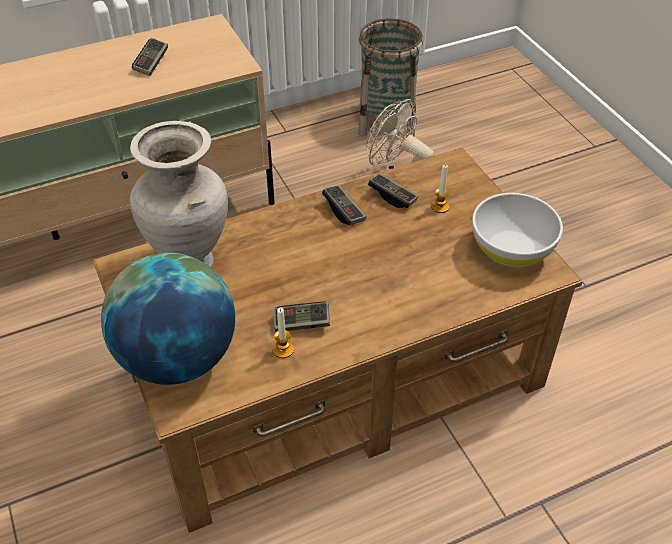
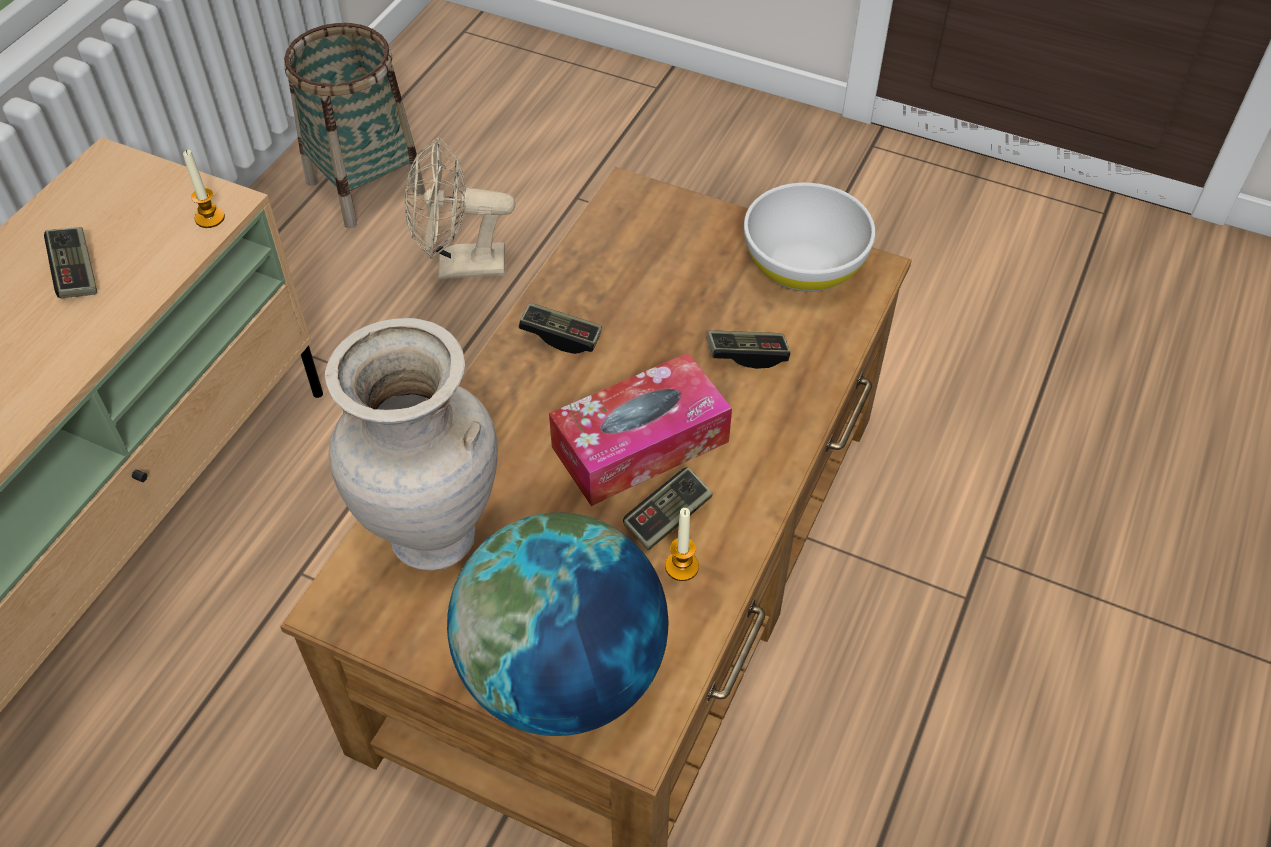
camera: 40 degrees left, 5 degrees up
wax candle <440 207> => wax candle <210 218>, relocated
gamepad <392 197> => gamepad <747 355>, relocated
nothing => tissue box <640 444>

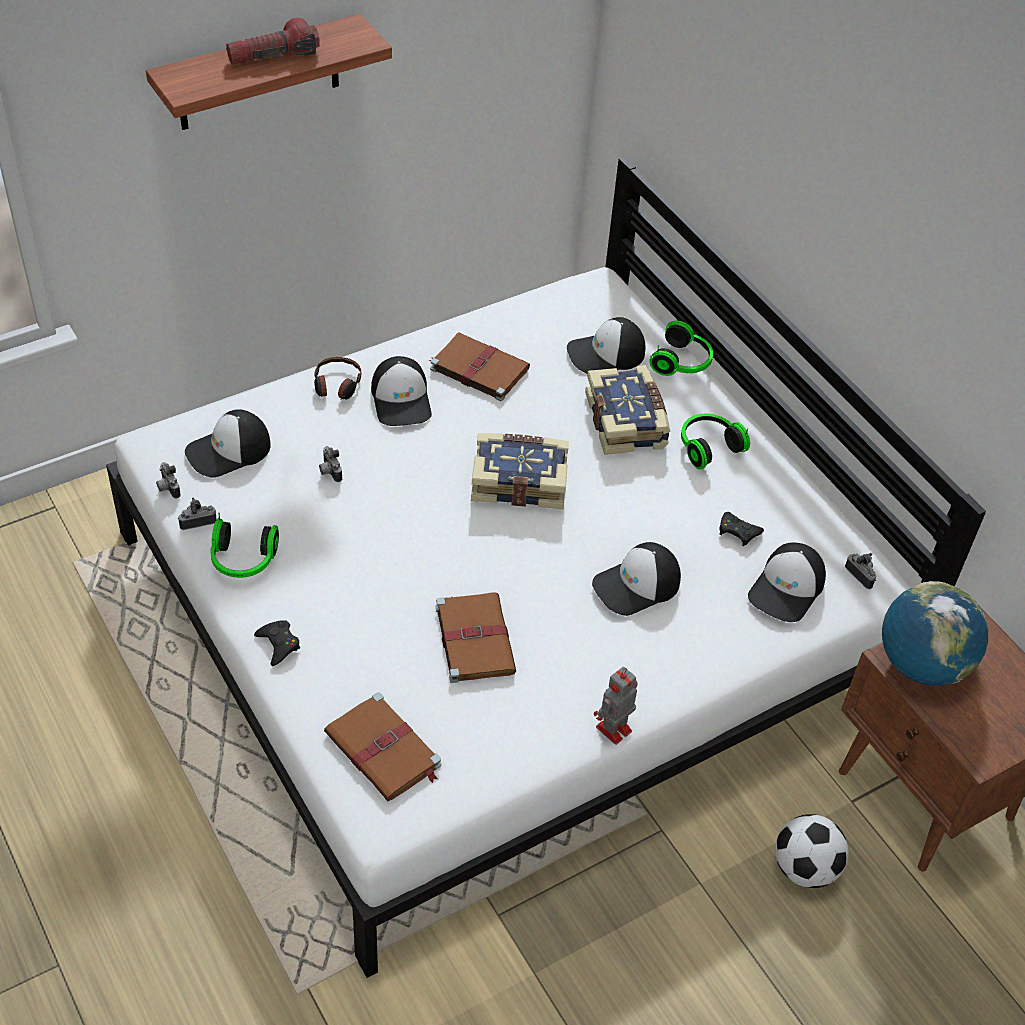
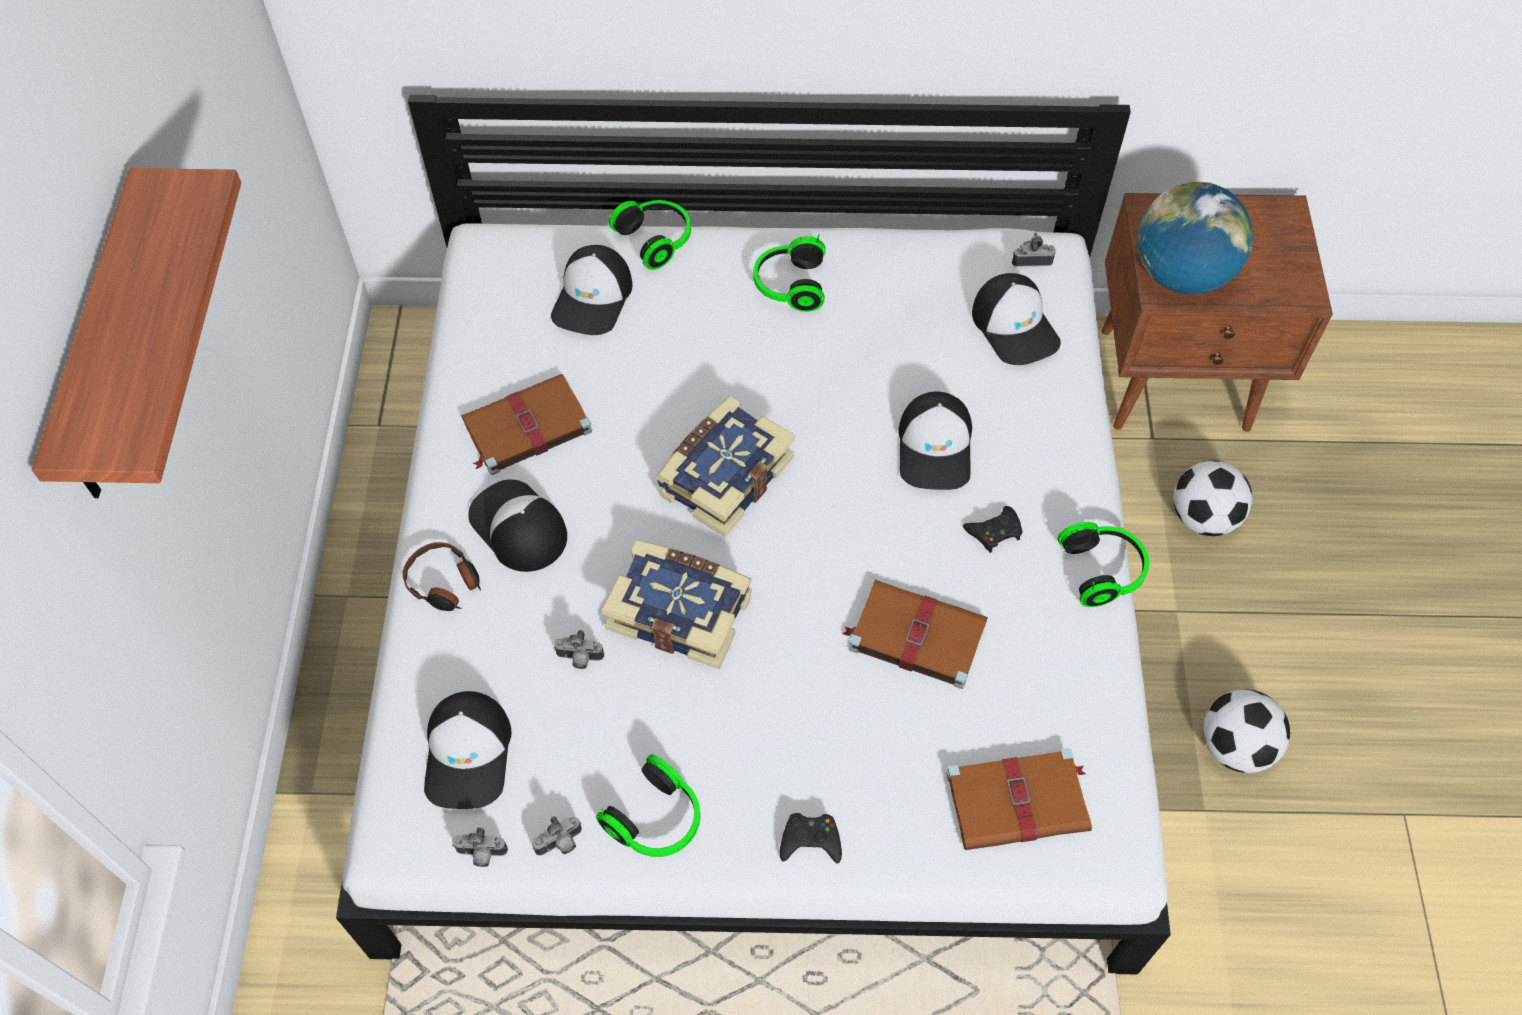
camera: 55 degrees left, 10 degrees up
torch <273 56> => nothing
baseball cap <402 399> => baseball cap <518 527>, 150 degrees counterclockwise
bound book <627 421> => bound book <680 611>, relocated
photo camera <197 521> => photo camera <561 844>, 135 degrees counterclockwise
black gamepad <738 531> => black gamepad <994 532>, relocated
toy robot <612 730> => headphones <1103 571>
nothing => football ball <1235 746>

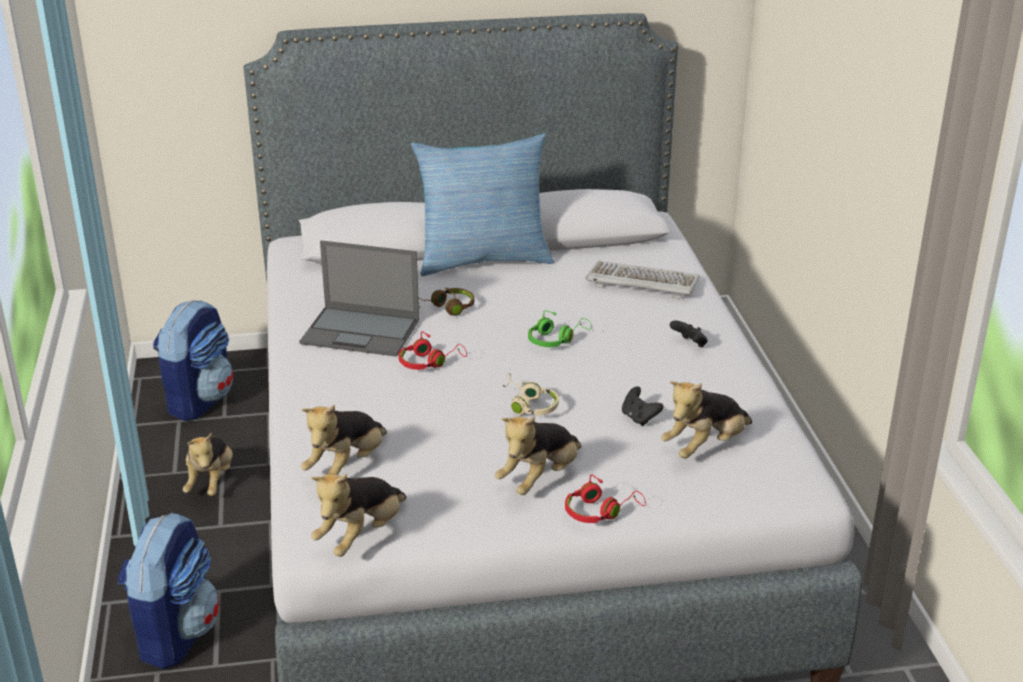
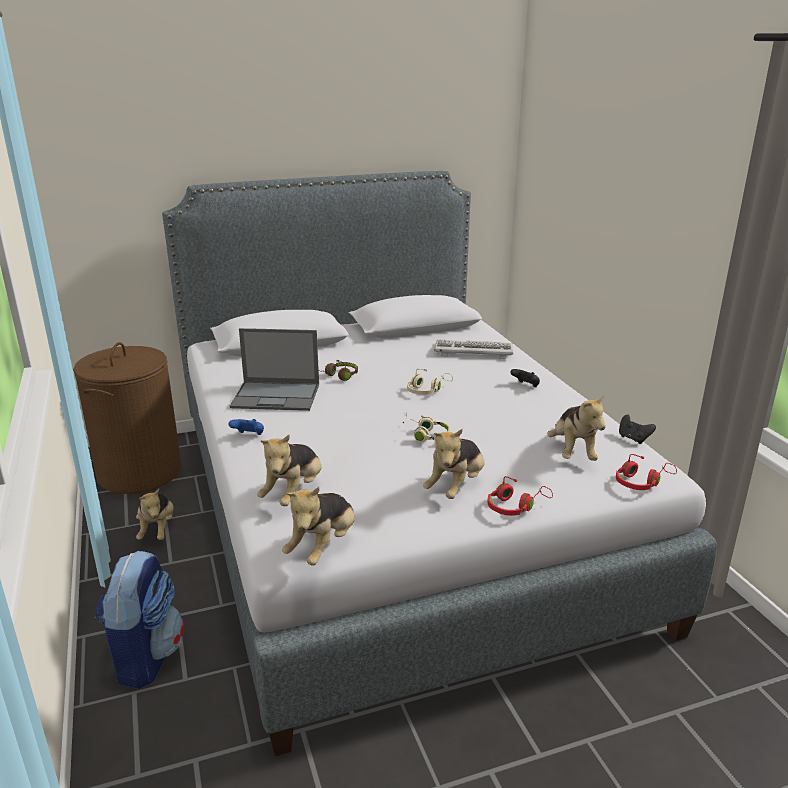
camera: 10 degrees left, 5 degrees down
pillow <483 259> => nothing
rucksack <199 400> => brownish washing basket <139 472>
green headphones <556 339> => beige headphones <427 390>
red-coloured headphones <429 362> => red-coloured headphones <641 482>, relocated
plush toy <705 446> => plush toy <572 451>, 45 degrees counterclockwise
black gamepad <639 418> => black gamepad <633 438>, relocated
nothing => blue-coloured gamepad <249 436>

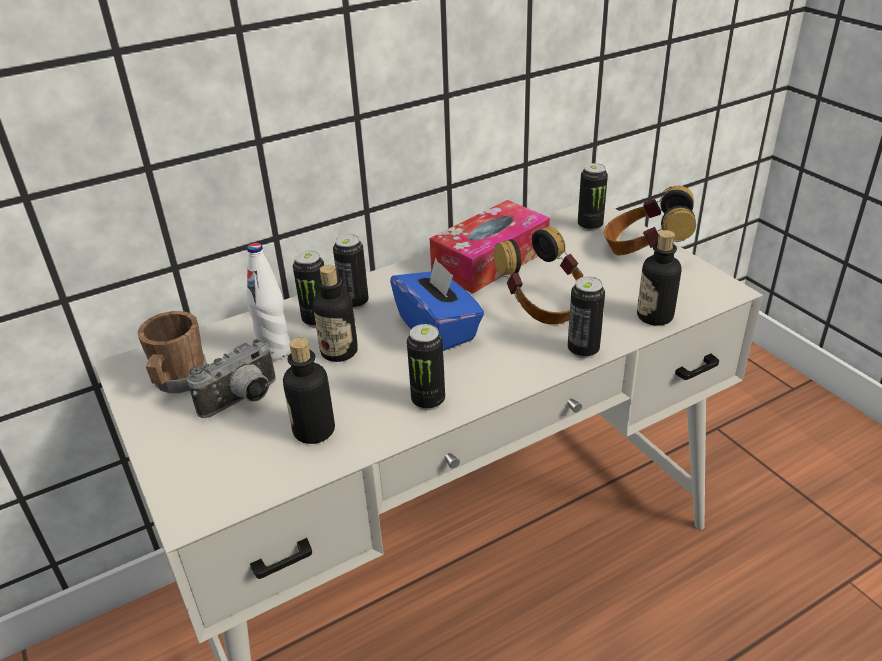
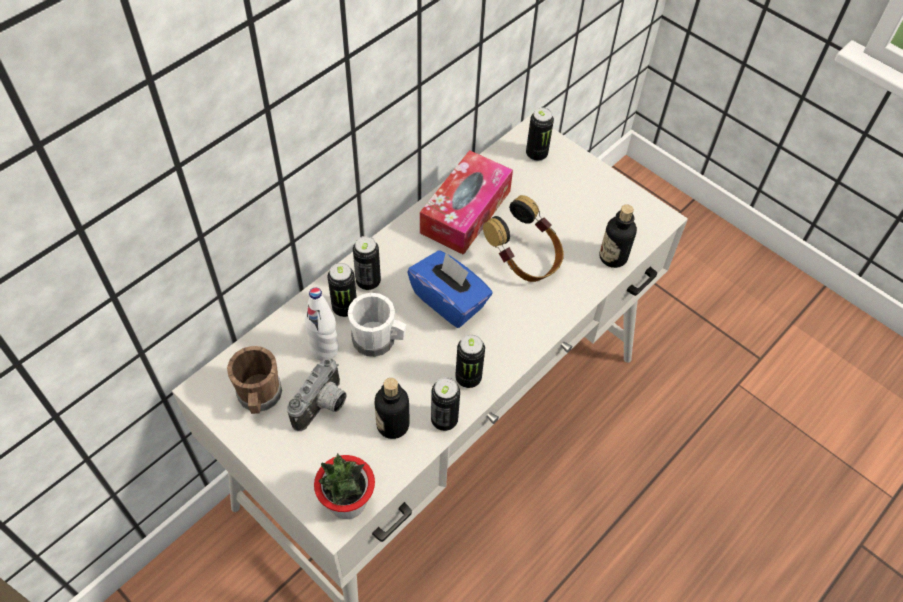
camera: 20 degrees left, 20 degrees up
headphones <644 251> => nothing
bottle <339 351> => whitish mug <378 340>
sealed can <583 350> => sealed can <444 420>, relocated
nothing => houseplant <347 502>

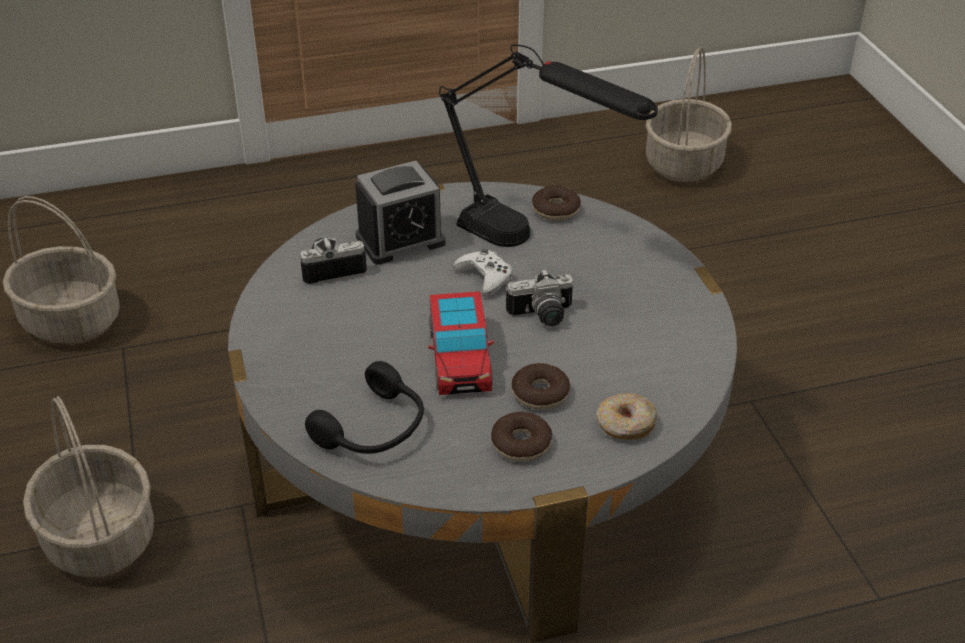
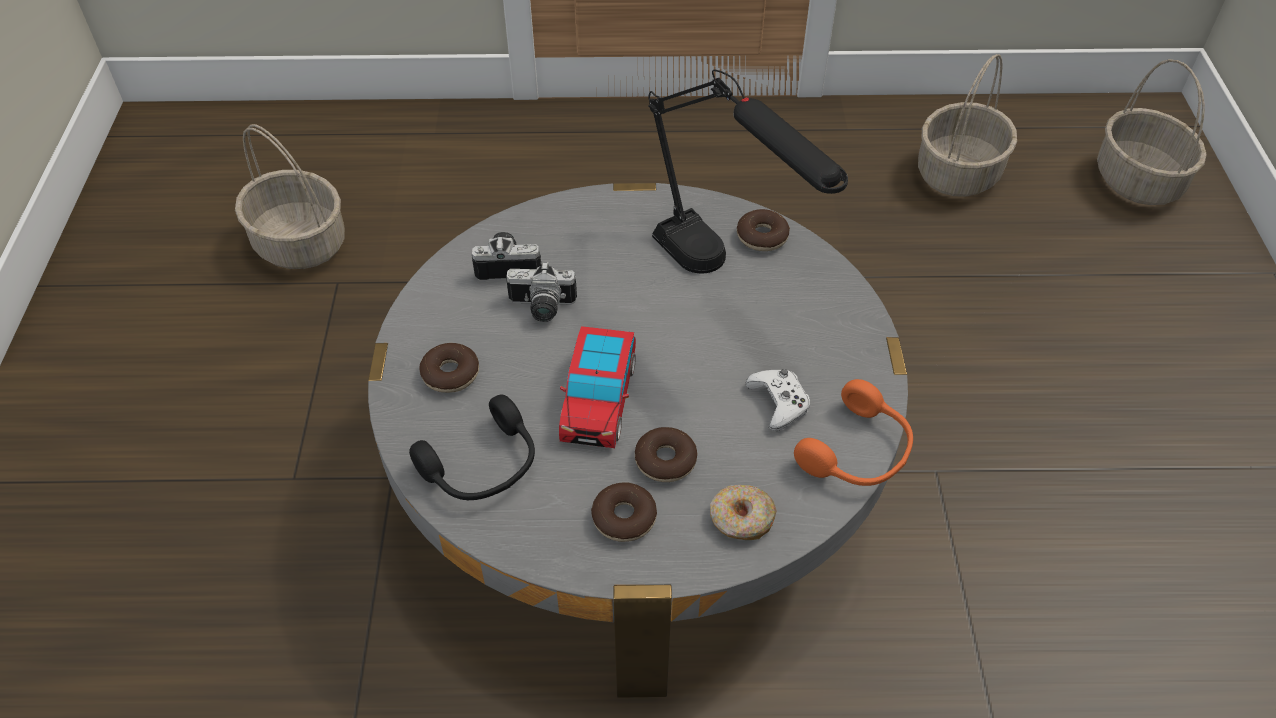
camera: 15 degrees right, 10 degrees up
alarm clock <400 240> => nothing
whitish gamepad <485 278> => whitish gamepad <778 403>, relocated
photo camera <542 317> => photo camera <541 308>, relocated
basket <98 538> => basket <1136 180>, relocated
nothing => doughnut <450 374>
nothing => orange headphones <858 452>

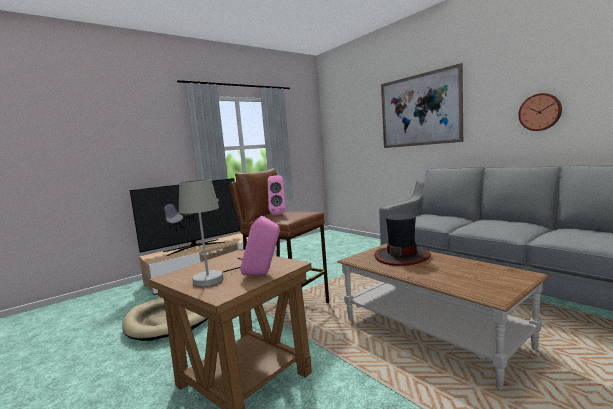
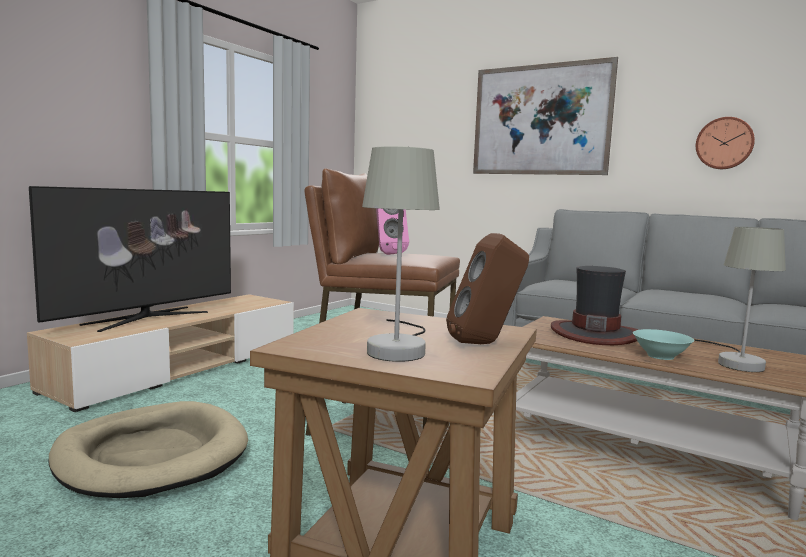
camera: 20 degrees left, 0 degrees up
pinkish speaker <263 274> => brownish speaker <486 343>
nothing => greyish tabletop lamp <737 362>
nothing => turquoise deep dish <660 356>

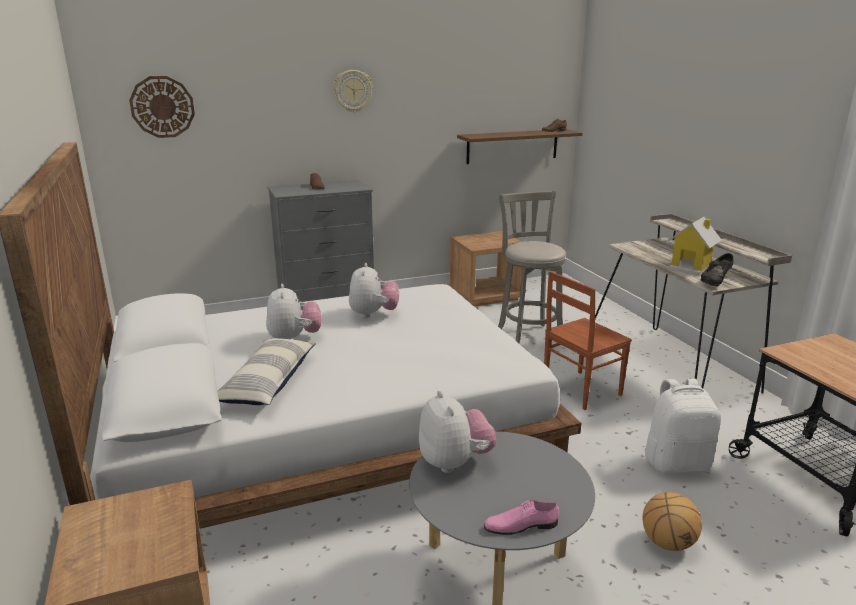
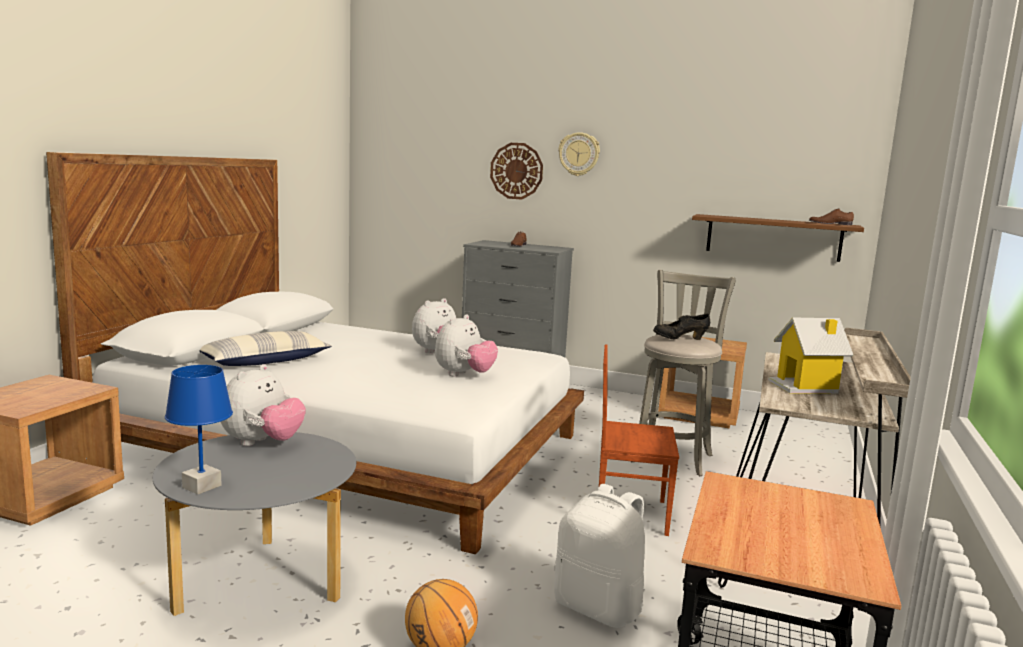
camera: 40 degrees right, 10 degrees down
wall clock <162 107> => wall clock <516 171>, relocated
black low shoe <715 283> => black low shoe <680 339>, relocated
plush toy <294 339> => plush toy <464 375>, relocated
pinkish low shoe <520 525> => blue-coloured tabletop lamp <201 487>

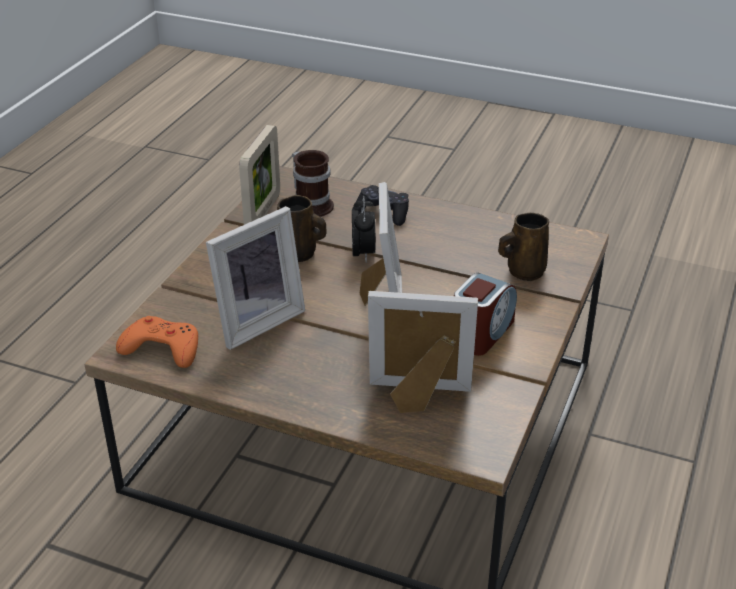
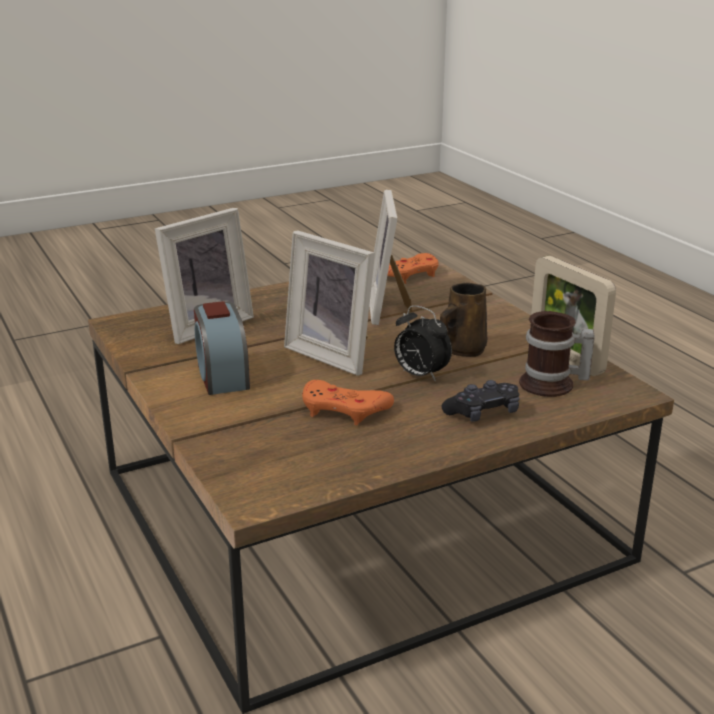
camera: 130 degrees right, 10 degrees down
brownish mug <523 271> => nothing
nothing => orange gamepad <344 409>

